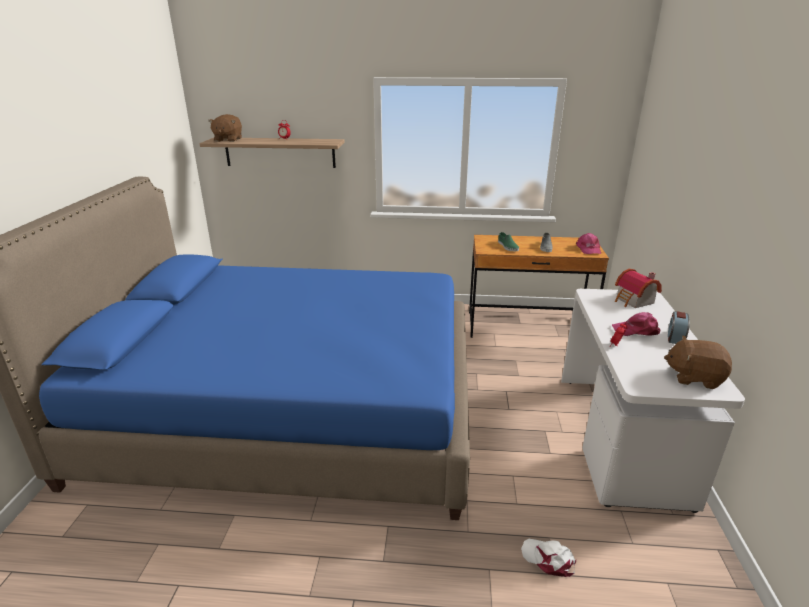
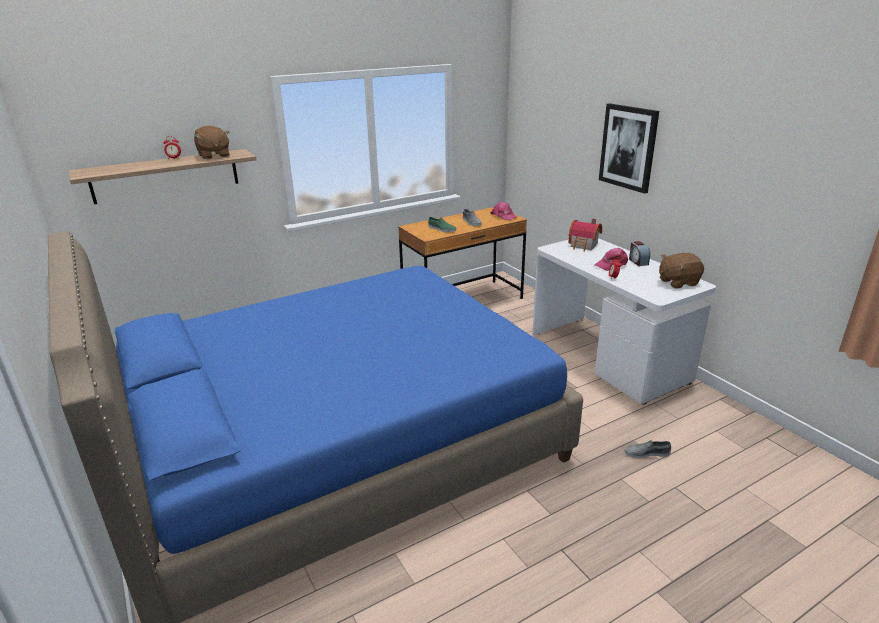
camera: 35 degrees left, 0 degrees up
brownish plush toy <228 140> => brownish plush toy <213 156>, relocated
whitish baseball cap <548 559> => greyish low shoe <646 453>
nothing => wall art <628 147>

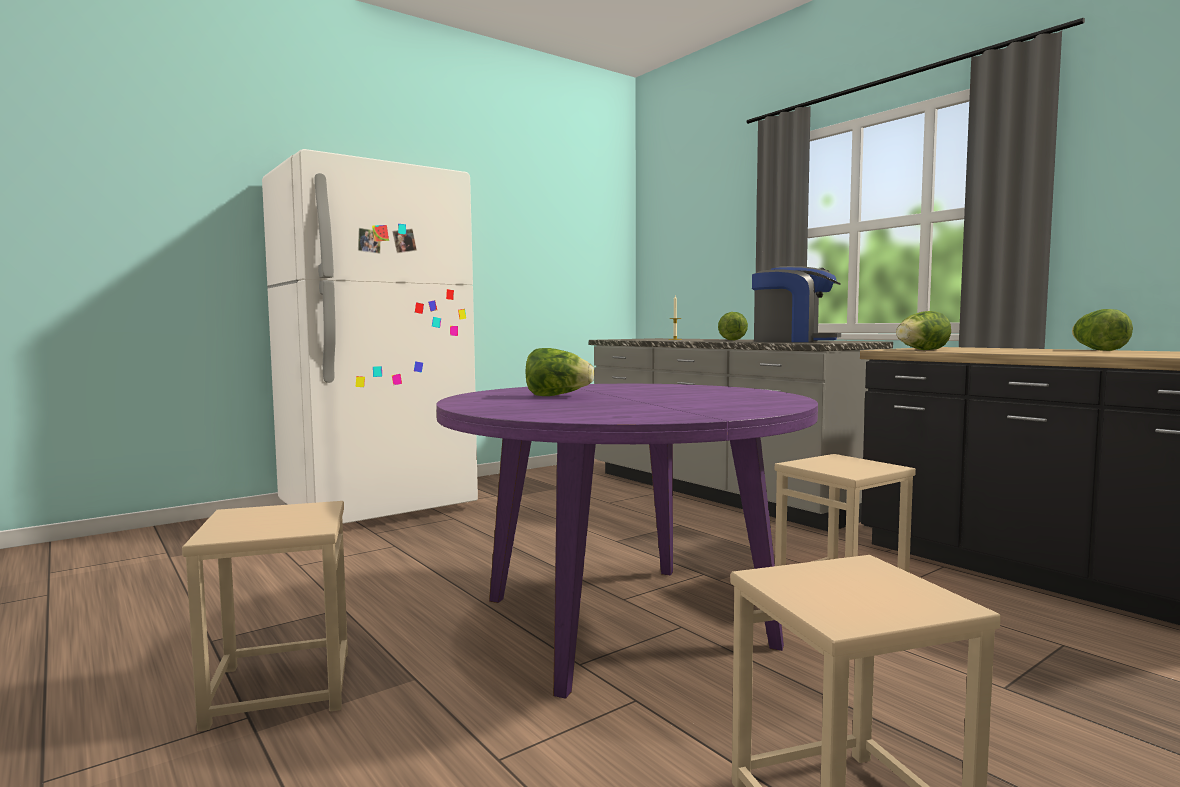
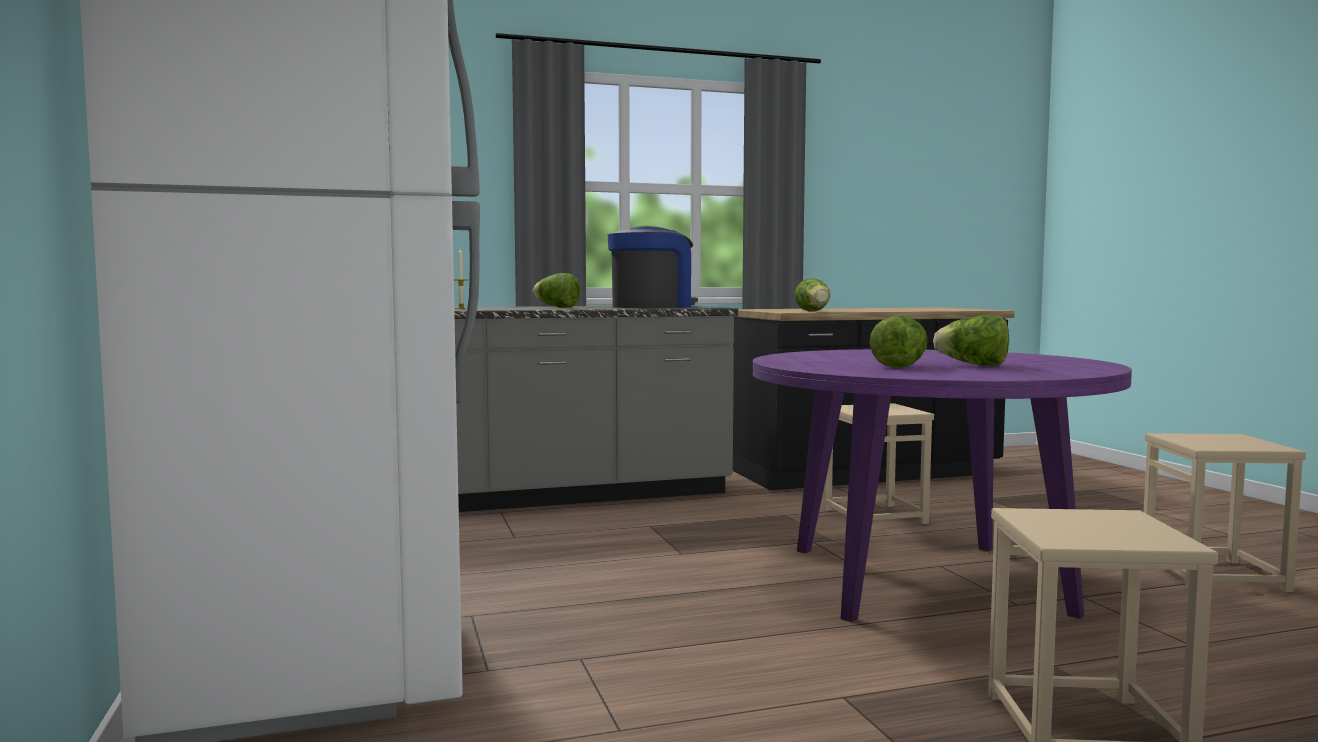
camera: 70 degrees left, 0 degrees up
lettuce <1097 350> => lettuce <973 365>, relocated

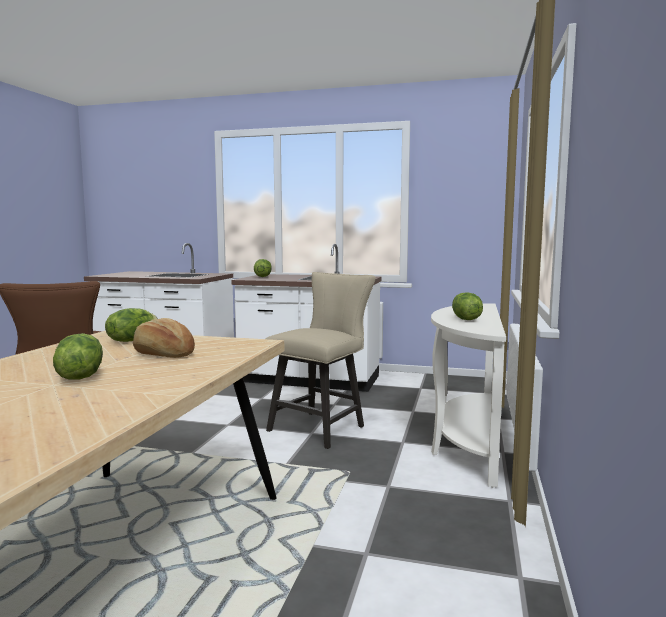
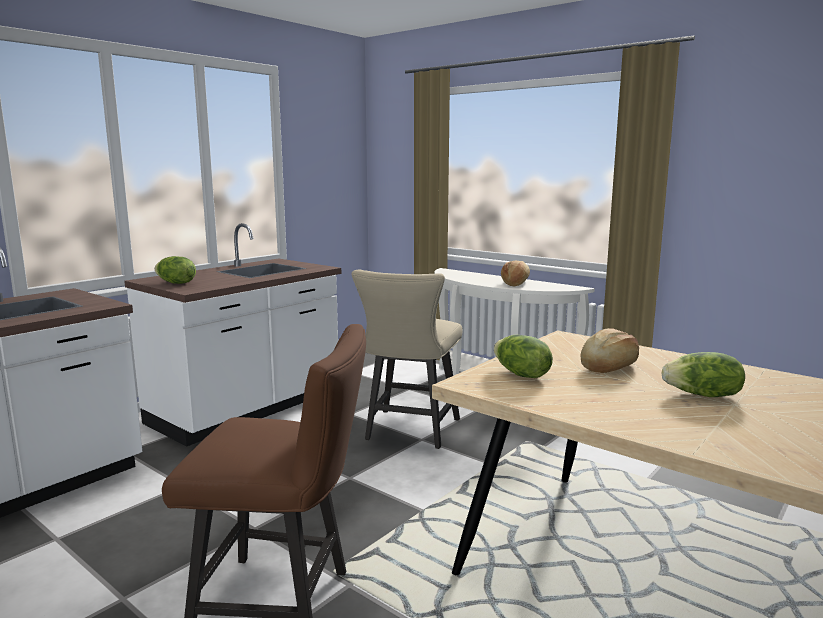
camera: 65 degrees left, 5 degrees up
beige chair <321 427> => beige chair <409 432>, 135 degrees counterclockwise
lettuce <465 319> => baked bread <516 283>

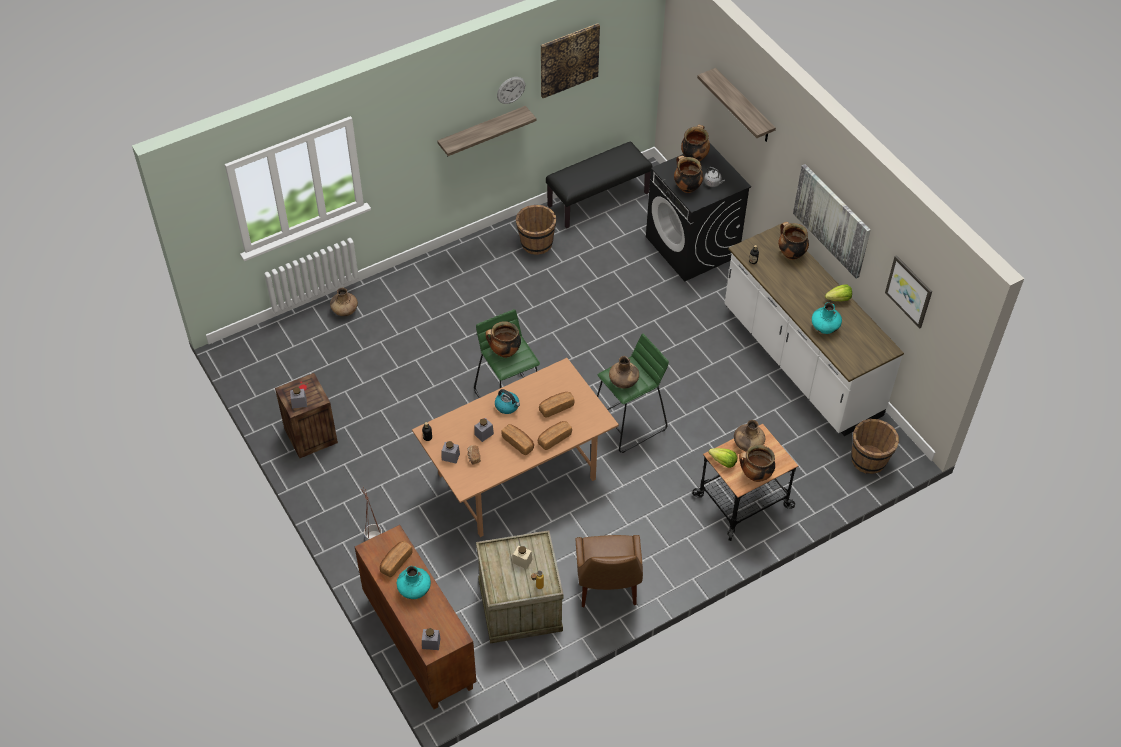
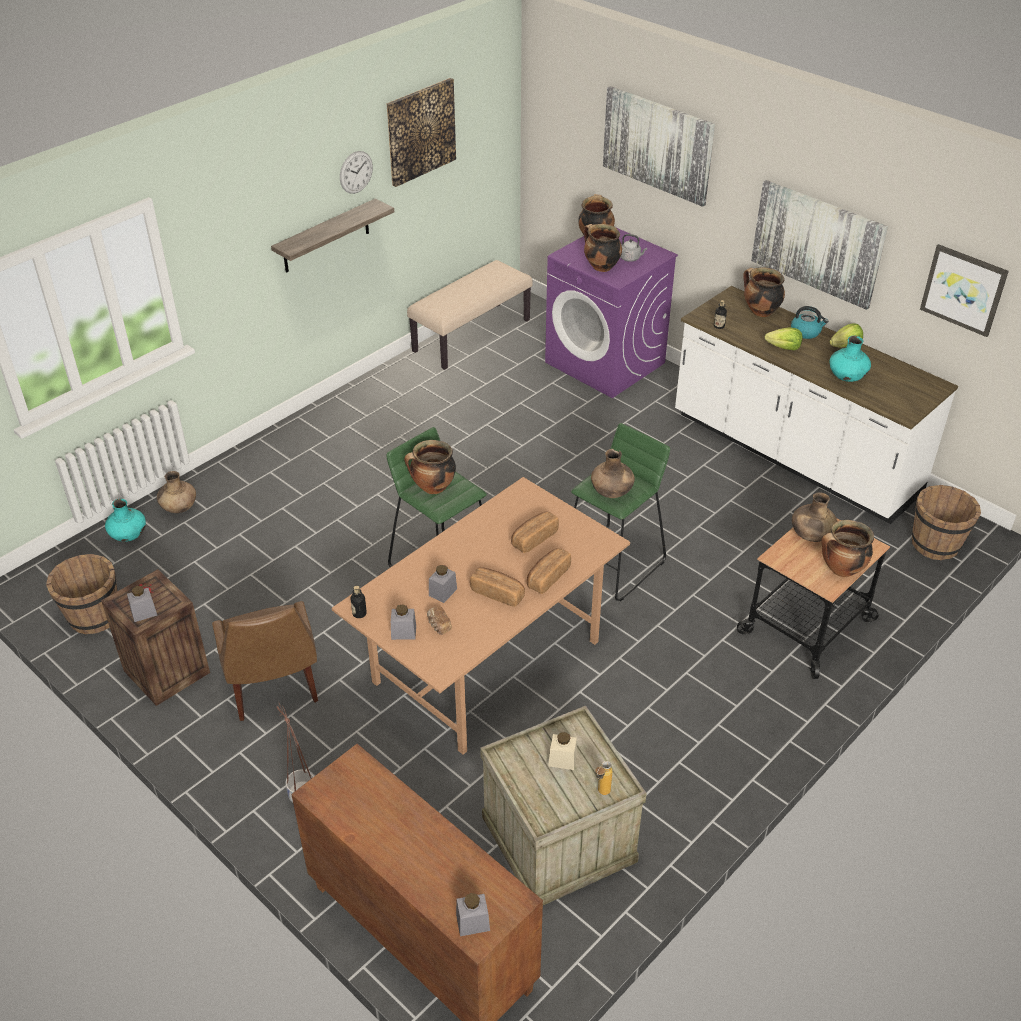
camera: 15 degrees left, 10 degrees down
shelf <743 107> => wall art <657 145>
black long seat <598 199> => beige long seat <471 335>
black laundry machine <692 247> => purple-coloured laundry machine <606 363>
brownish water bucket <536 243> => brownish water bucket <93 616>, relocated
kettle <507 406> => kettle <806 332>, relocated
lettuce <723 462> => lettuce <784 348>, relocated
brownish chair <607 587> => brownish chair <274 689>, relocated
baked bread <395 562> => nothing
turquoise flower vase <414 590> => turquoise flower vase <128 535>, relocated

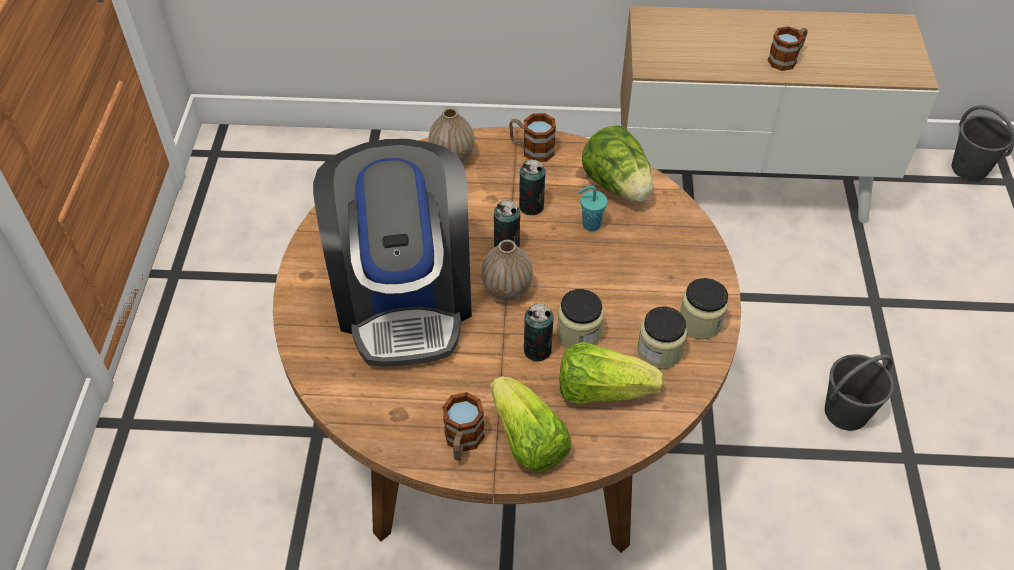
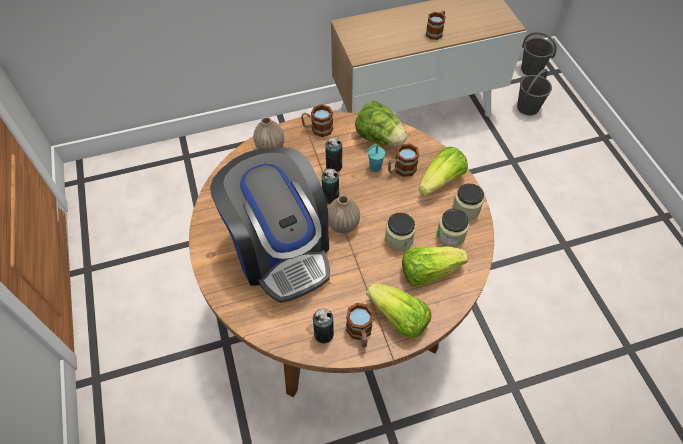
camera: 20 degrees left, 5 degrees up
sealed can <537 350> => sealed can <324 334>, relocated
greyish water bucket <845 412> => greyish water bucket <527 108>, relocated
nothing => mug <401 170>
nothing => lettuce <441 181>

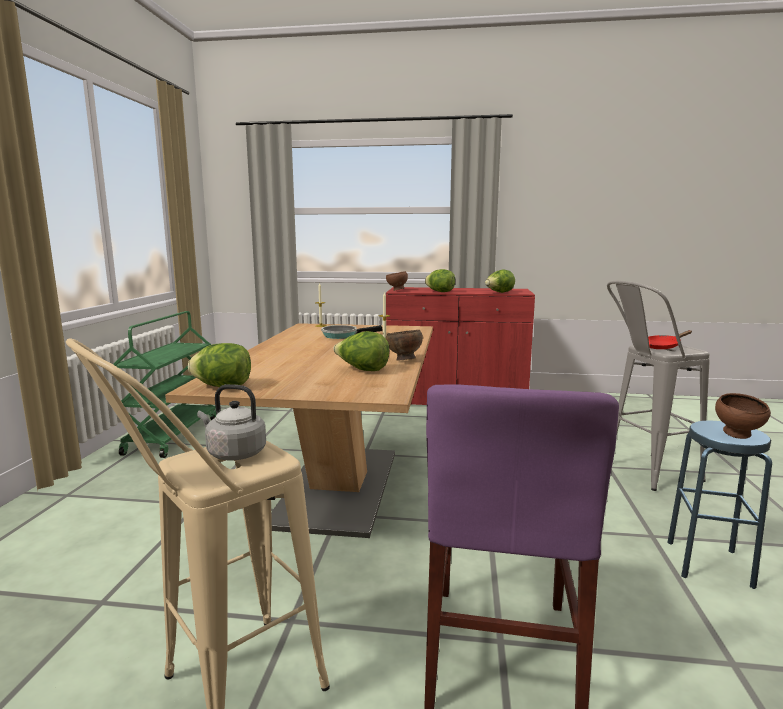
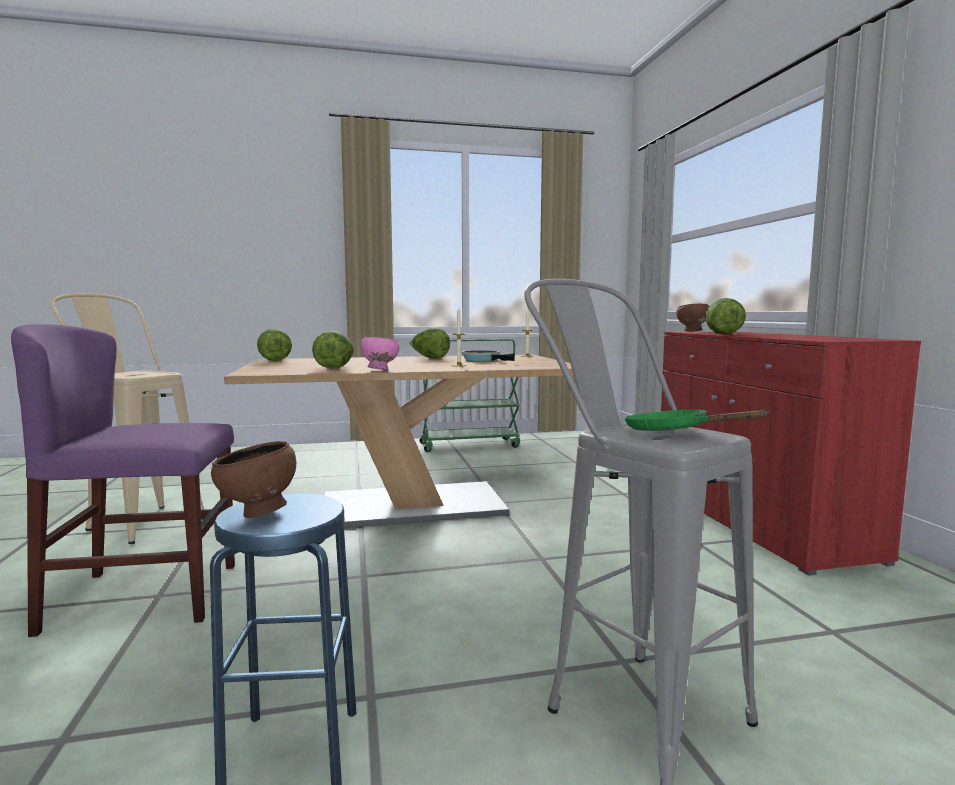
camera: 70 degrees right, 5 degrees down
lettuce <499 293> => lettuce <429 358>, relocated
brownish deep dish <403 360> => pinkish deep dish <379 370>
red-coloured frying pan <663 346> => green frying pan <673 432>
greyish kettle <234 453> => nothing

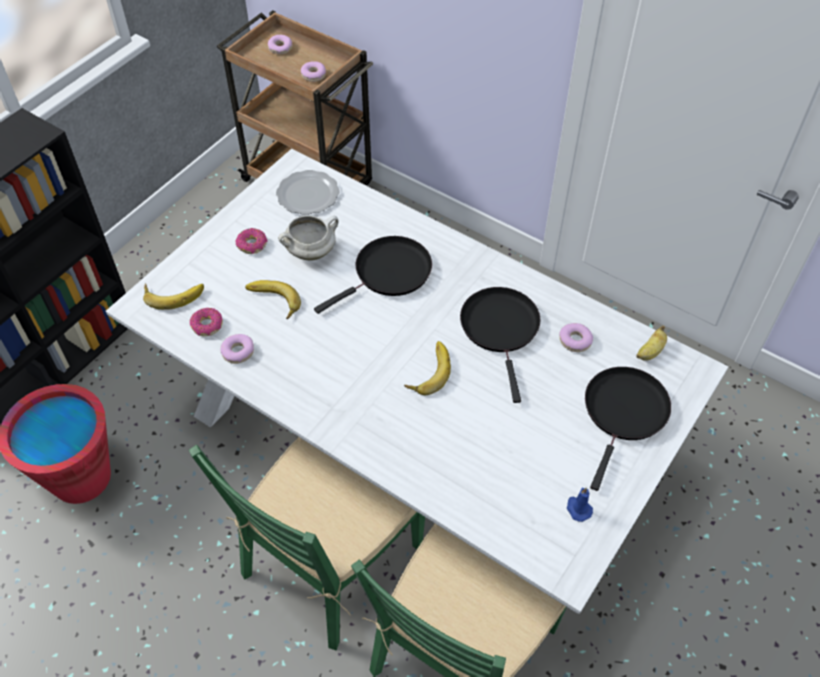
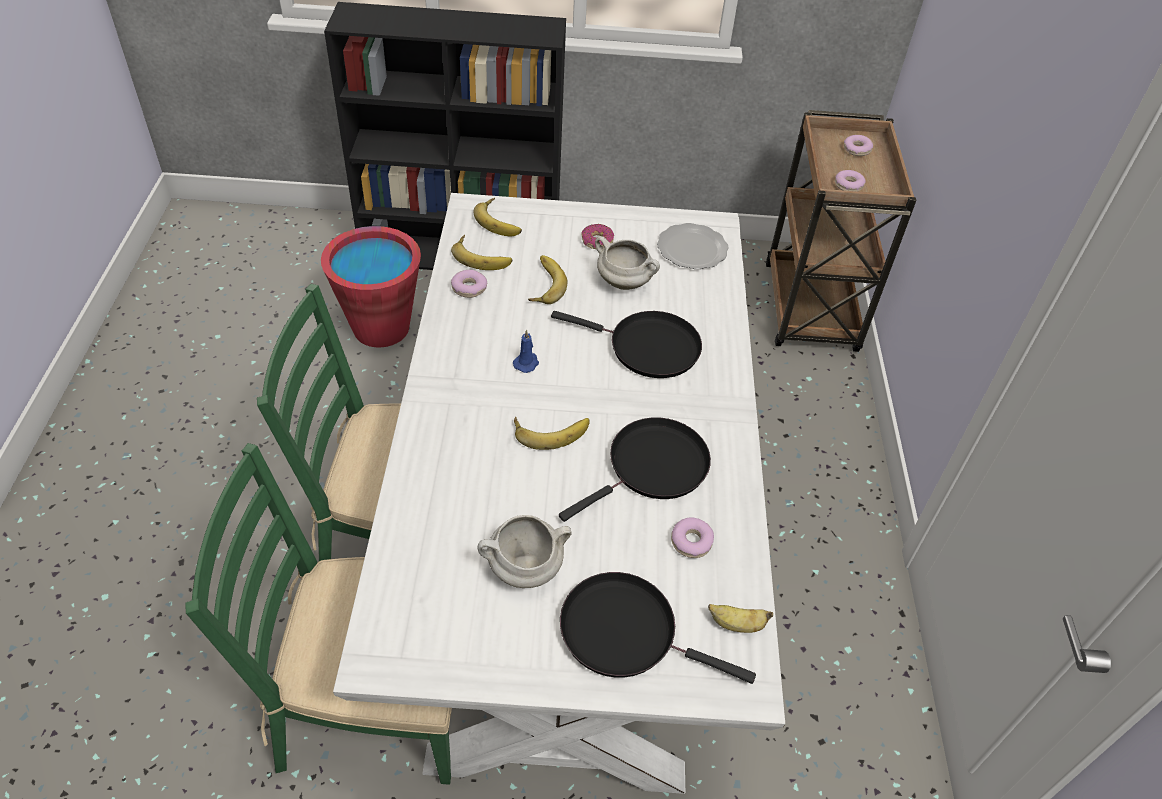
camera: 55 degrees right, 5 degrees down
doughnut <207 326> => whole banana <482 256>
black frying pan <624 413> => black frying pan <625 631>, 150 degrees counterclockwise
blue-coloured wax candle <578 508> => blue-coloured wax candle <526 363>, relocated
nothing => whitish cooking pot <524 568>

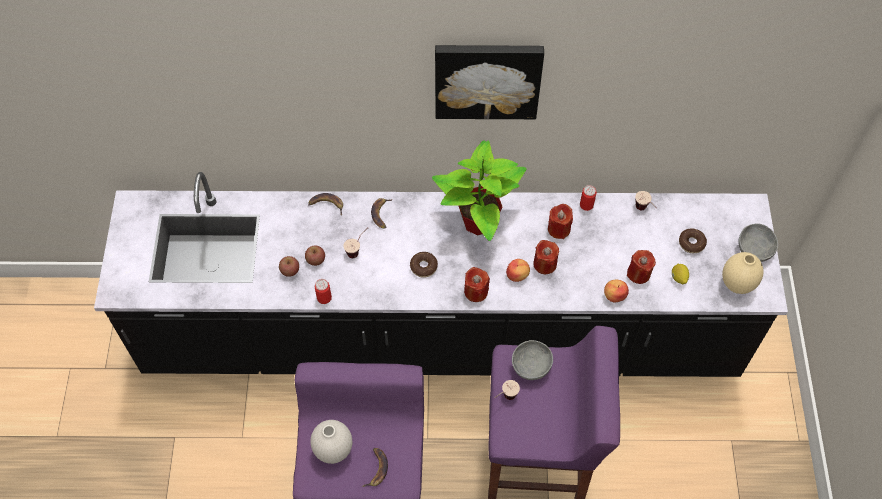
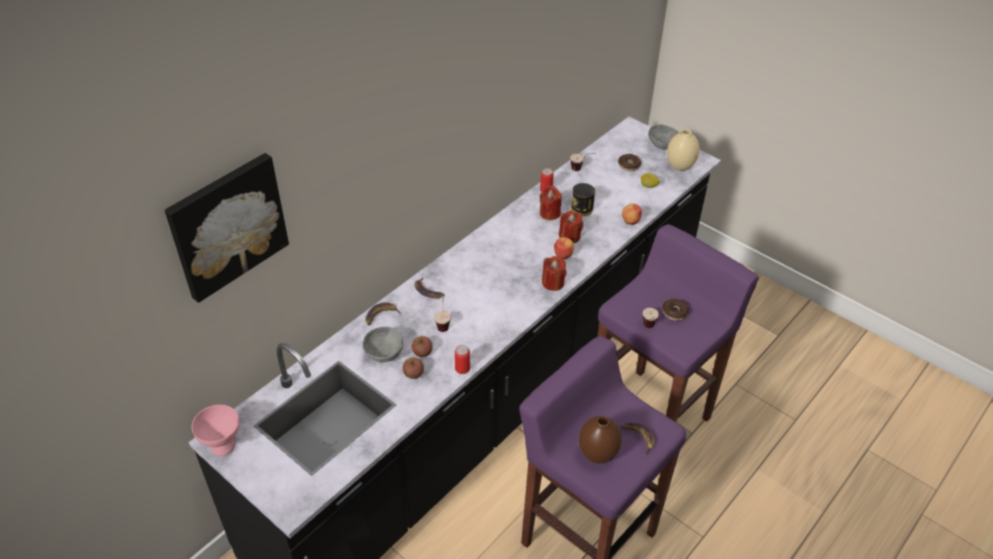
camera: 50 degrees left, 15 degrees down
wall art <487 79> => wall art <227 225>, relocated
houseplant <478 222> => nothing
red-coloured wax candle <638 273> => nothing
doughnut <423 267> => doughnut <674 312>, relocated
greyish deep dish <530 366> => greyish deep dish <383 353>, relocated
whitish flower vase <333 451> => brownish flower vase <597 455>
nothing => sealed can <582 209>
nothing => pinkish deep dish <224 446>

